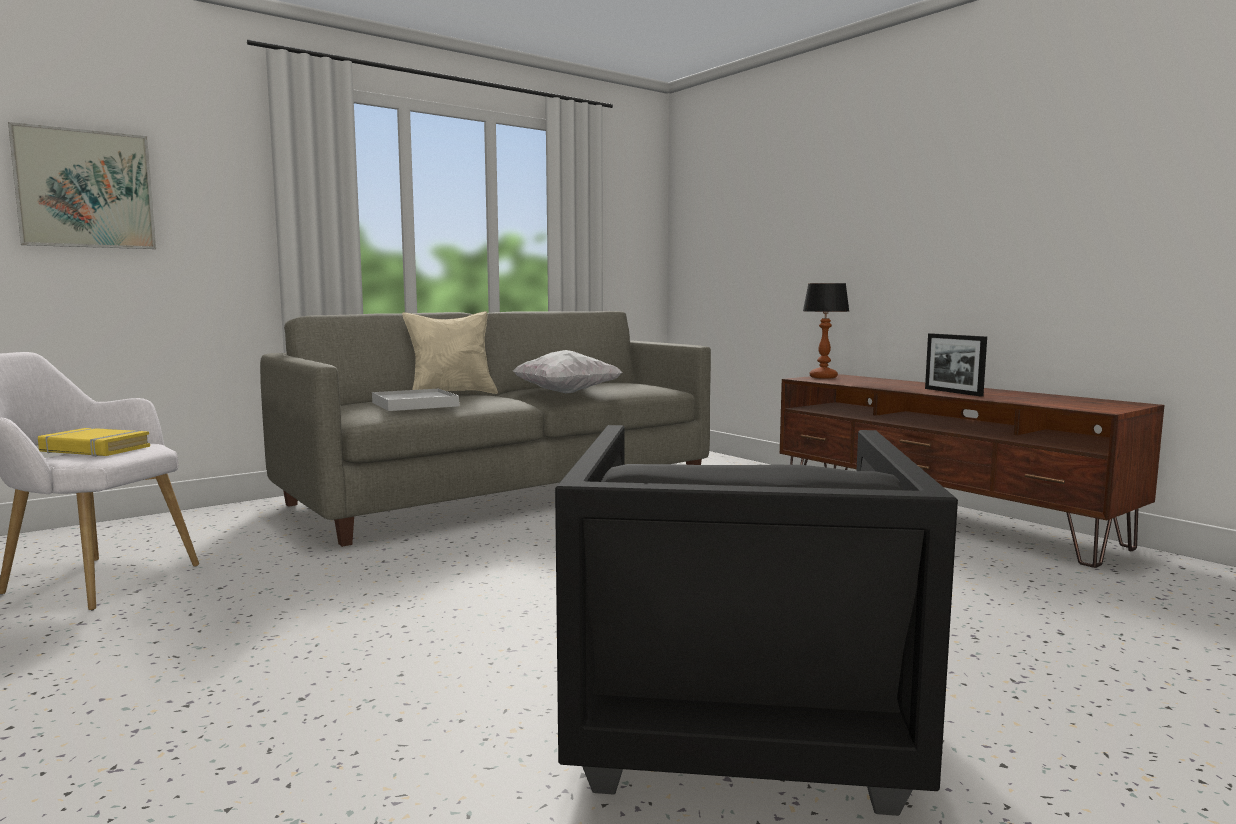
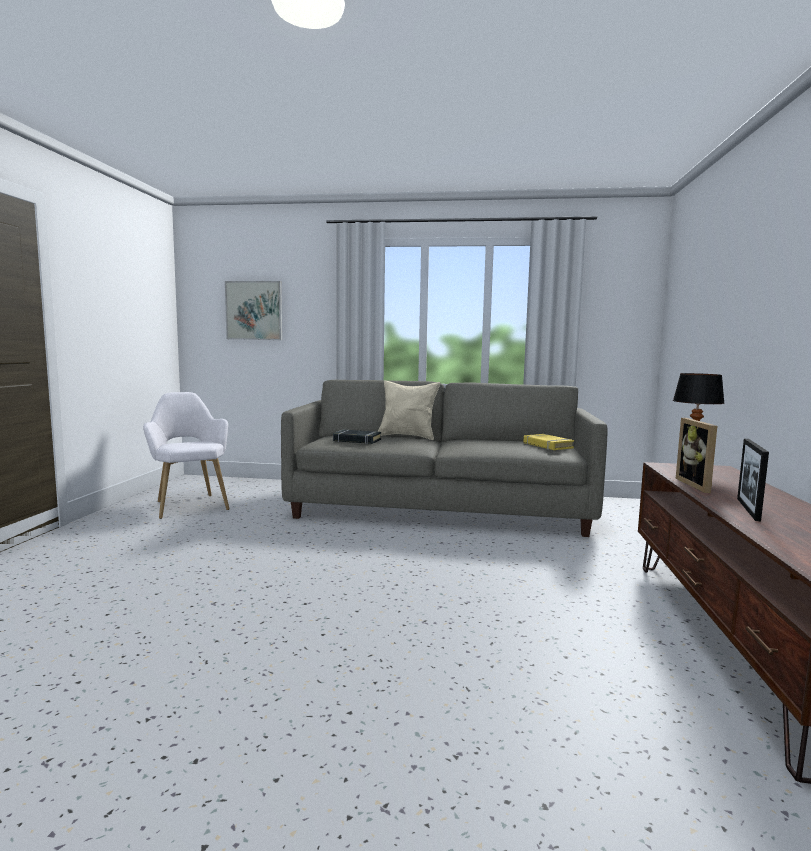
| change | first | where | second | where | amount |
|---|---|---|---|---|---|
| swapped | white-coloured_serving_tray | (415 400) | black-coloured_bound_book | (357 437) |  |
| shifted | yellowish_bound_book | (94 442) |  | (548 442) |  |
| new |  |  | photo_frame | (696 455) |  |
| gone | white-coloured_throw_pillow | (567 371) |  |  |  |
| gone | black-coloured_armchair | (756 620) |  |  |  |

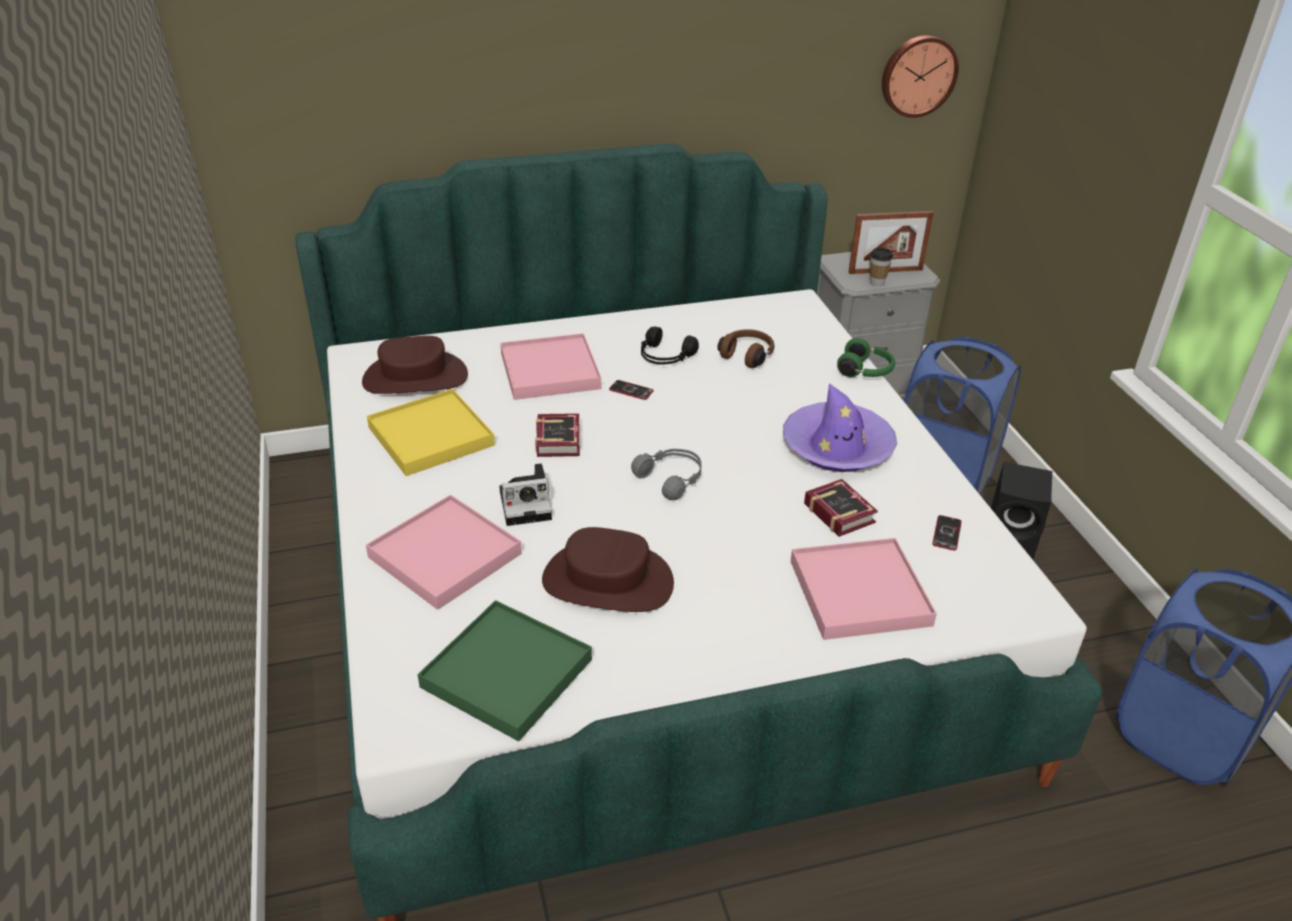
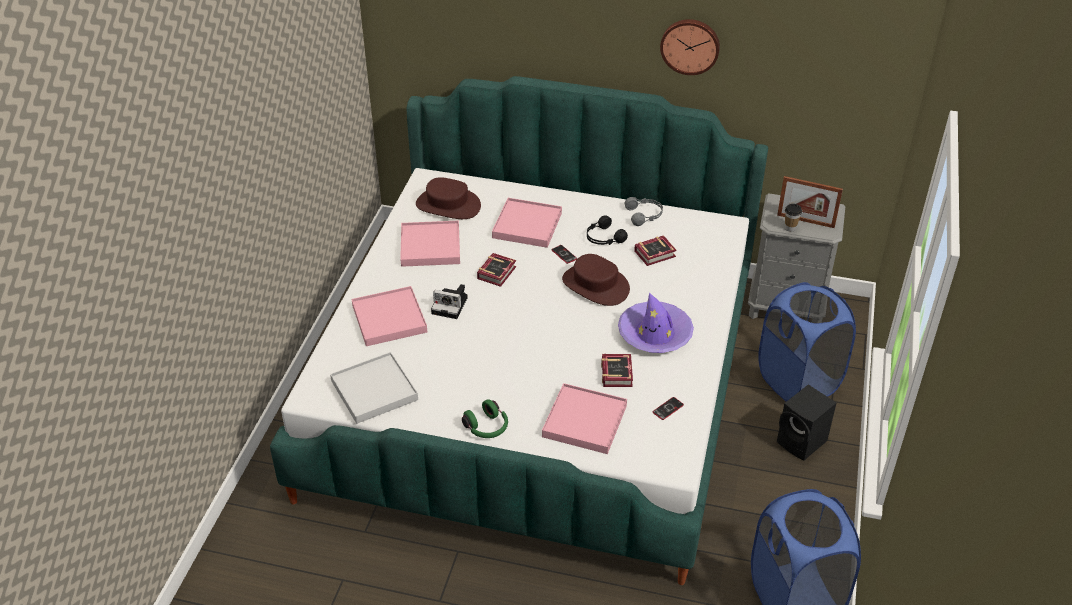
| change | first | where | second | where | amount |
|---|---|---|---|---|---|
| repainted | greenish_serving_tray | (504 670) | white-coloured_serving_tray | (374 388) |  |
| repainted | yellowish_serving_tray | (431 432) | pink-coloured_serving_tray | (430 244) |  |
| shifted | greenish_headphones | (866 357) |  | (485 419) |  |
| shifted | brown_wearable_hat | (608 569) |  | (596 280) |  |
| shifted | greyish_headphones | (666 474) |  | (644 211) |  |
| swapped | brown_headphones | (746 348) | bound_book | (655 250) |  |
| shifted | wall_clock | (920 76) |  | (690 47) |  |

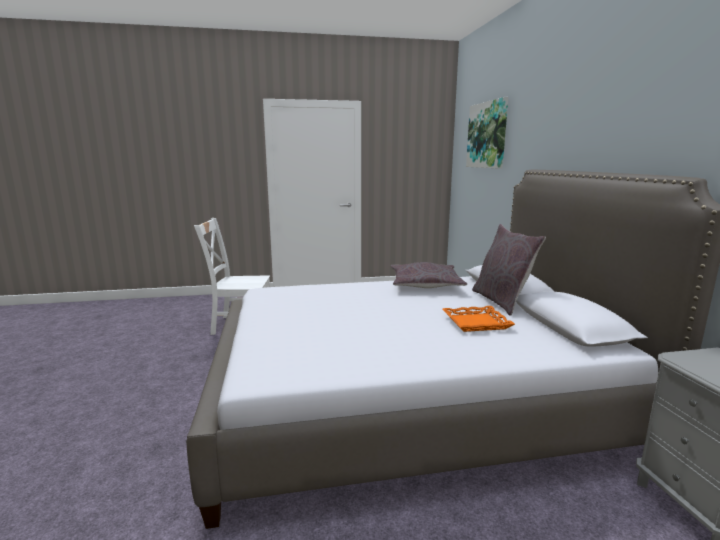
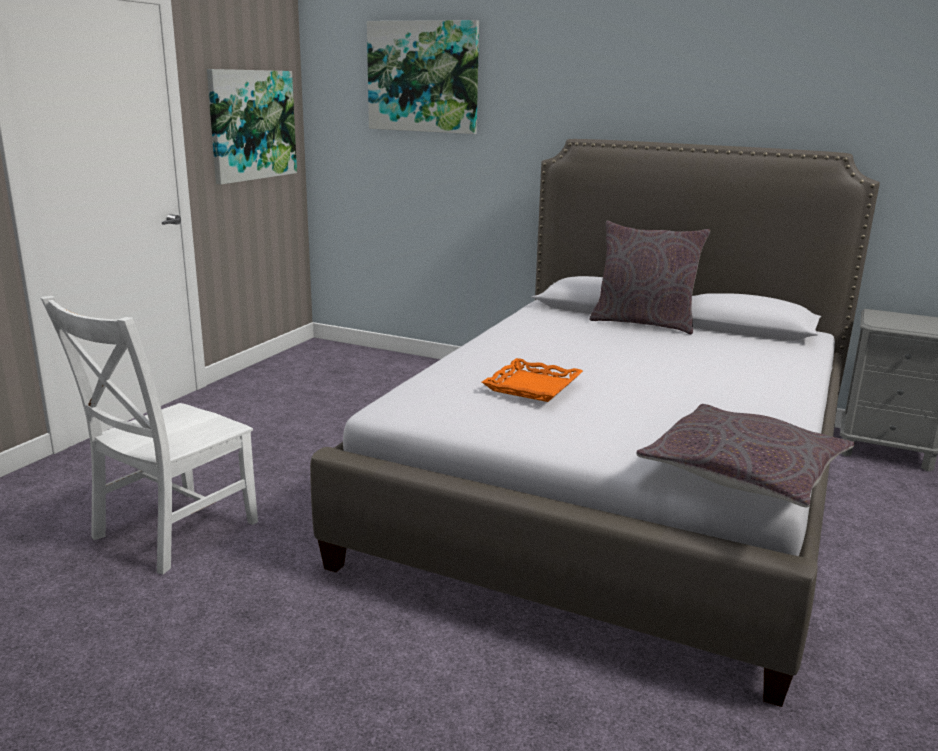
| change | first | where | second | where | amount |
|---|---|---|---|---|---|
| new |  |  | wall_picture | (252 127) |  |
| shifted | orangey_serving_tray | (479 319) |  | (532 380) |  |
| shifted | greyish_throw_pillow | (428 275) |  | (746 456) |  |

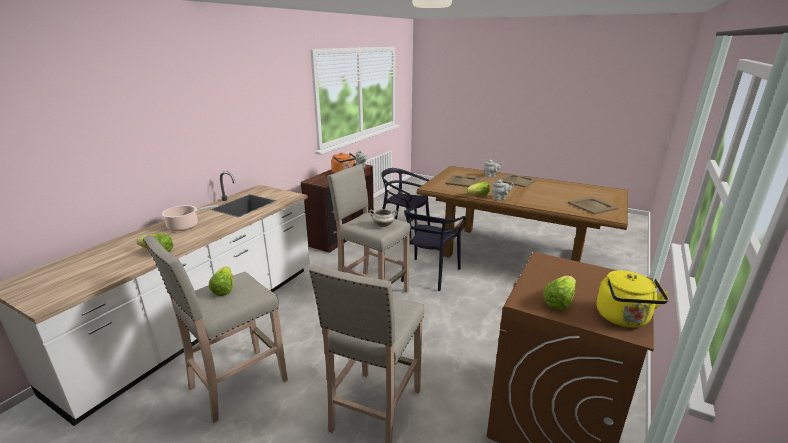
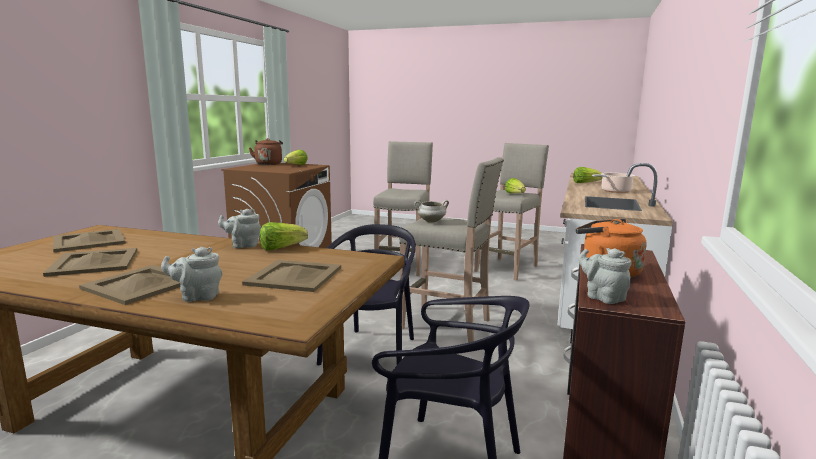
| change | first | where | second | where | amount |
|---|---|---|---|---|---|
| new |  |  | beige-coloured_serving_tray | (90 262) |  |
| repainted | yellowish_tea_kettle | (632 299) | brown_tea_kettle | (266 151) |  |

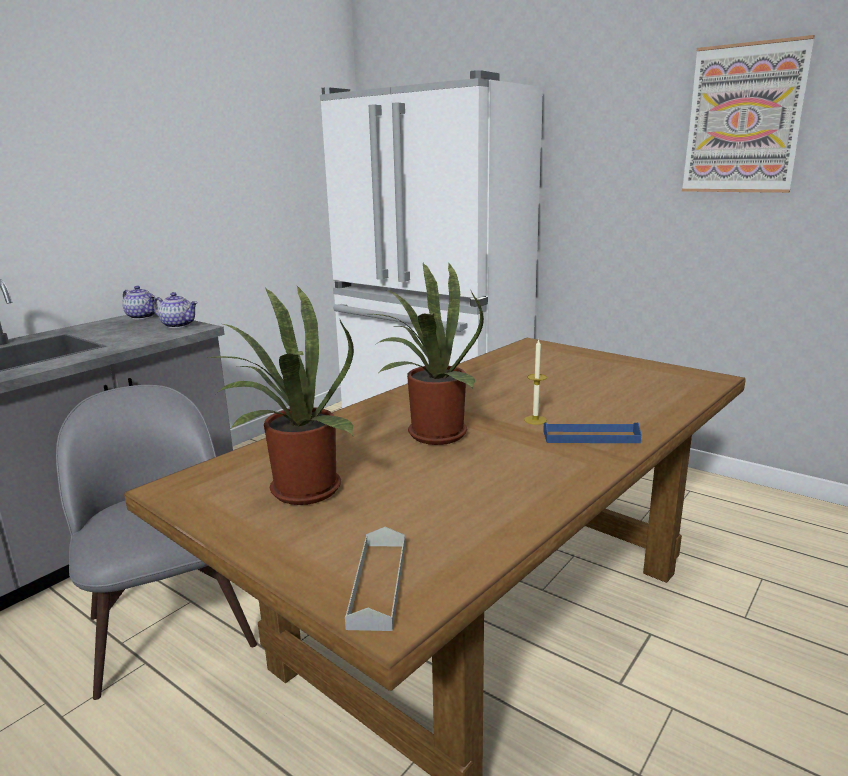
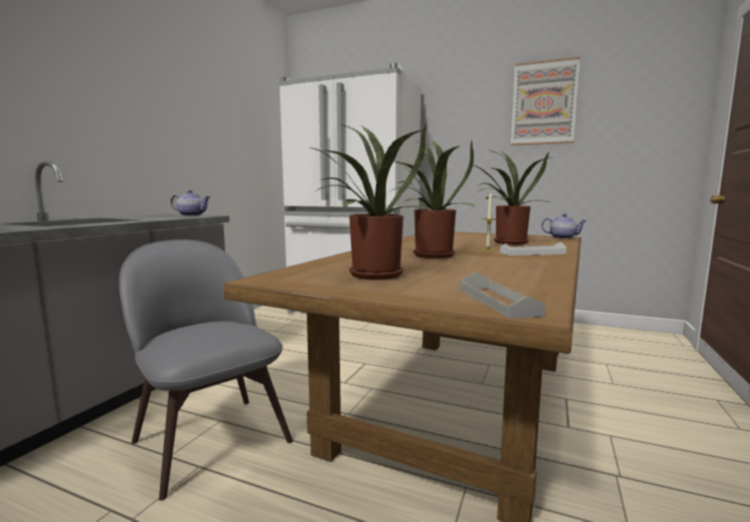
| change | first | where | second | where | amount |
|---|---|---|---|---|---|
| new |  |  | houseplant | (513 197) |  |
| repainted | bluish_serving_tray | (592 432) | white-coloured_serving_tray | (533 249) |  |
| shifted | tea_pot | (140 302) |  | (563 226) |  |

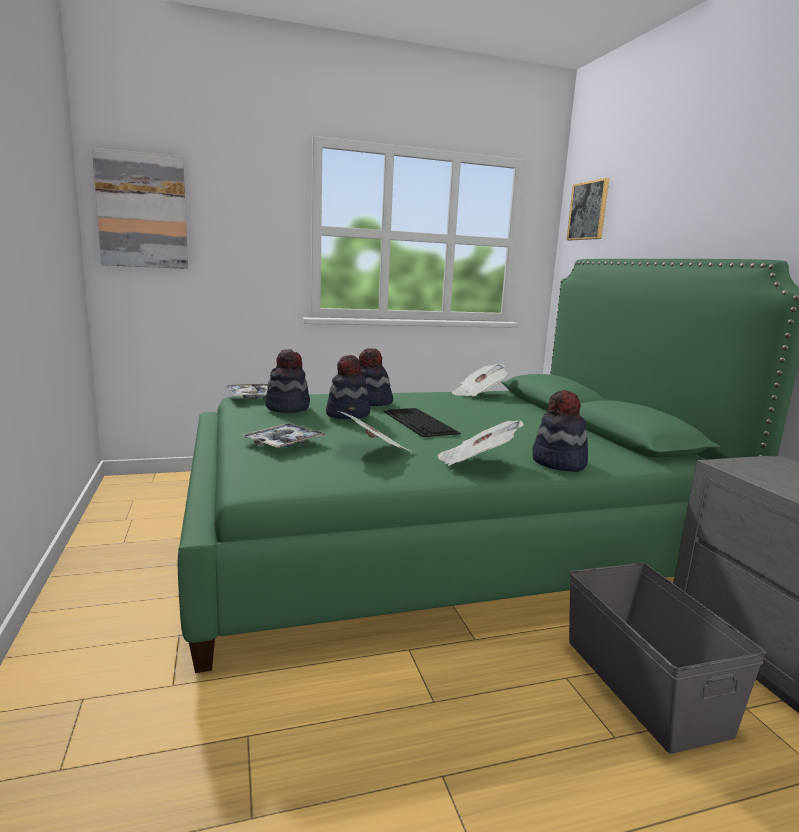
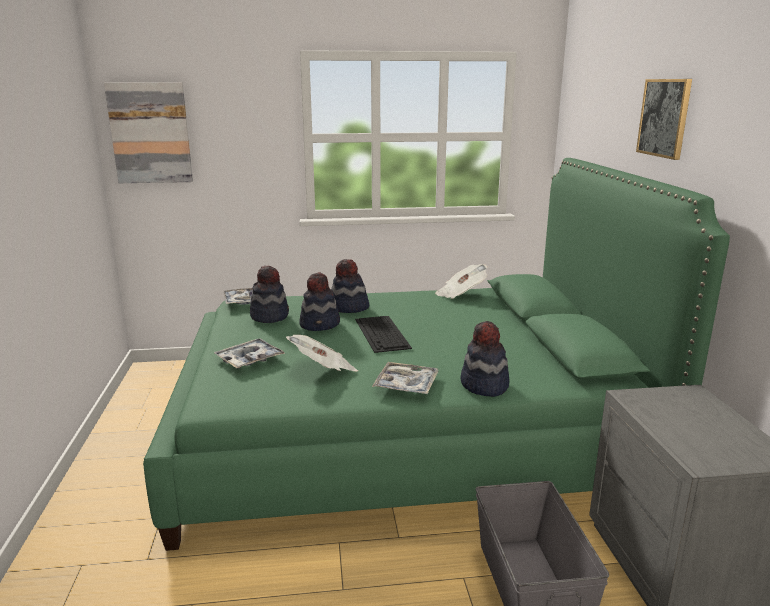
| change | first | where | second | where | amount |
|---|---|---|---|---|---|
| swapped | newspaper | (481 443) | serving_tray | (405 378) |  |
| shifted | wall_picture | (588 209) |  | (664 119) |  |

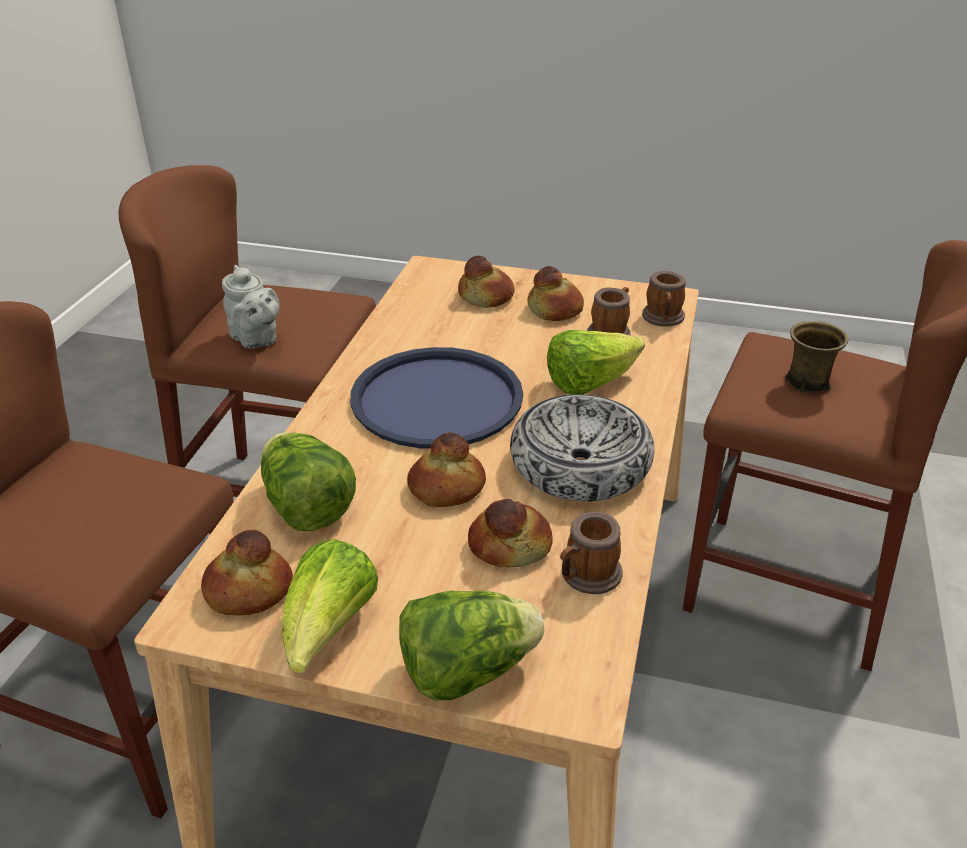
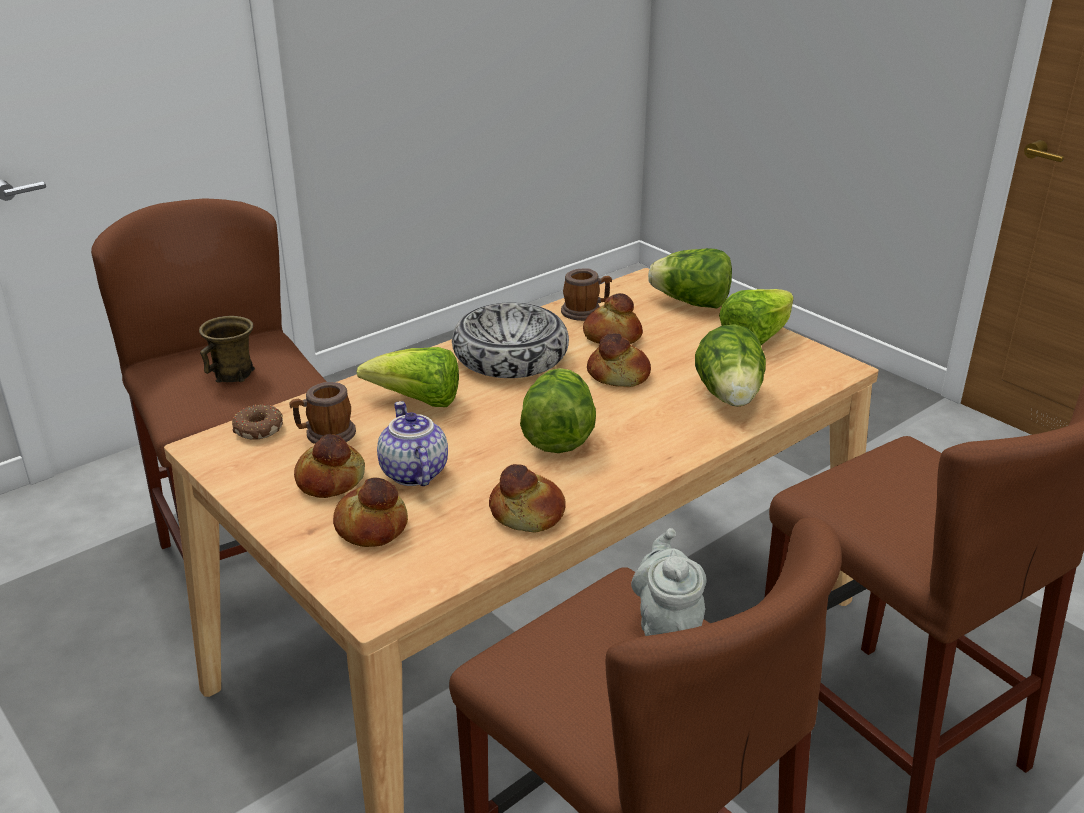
| change | first | where | second | where | amount |
|---|---|---|---|---|---|
| swapped | tea_mug | (664 299) | doughnut | (257 422) |  |
| new |  |  | tea_pot | (412 443) |  |
| shifted | bread | (247 573) |  | (527 498) |  |
| swapped | bluish_serving_tray | (436 398) | head_of_lettuce | (558 410) |  |

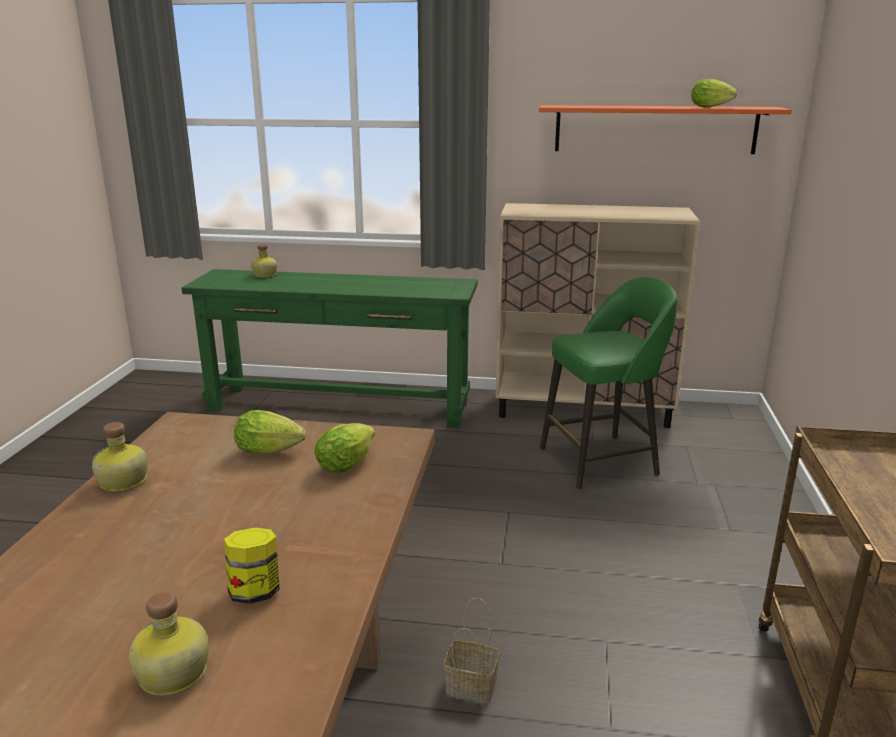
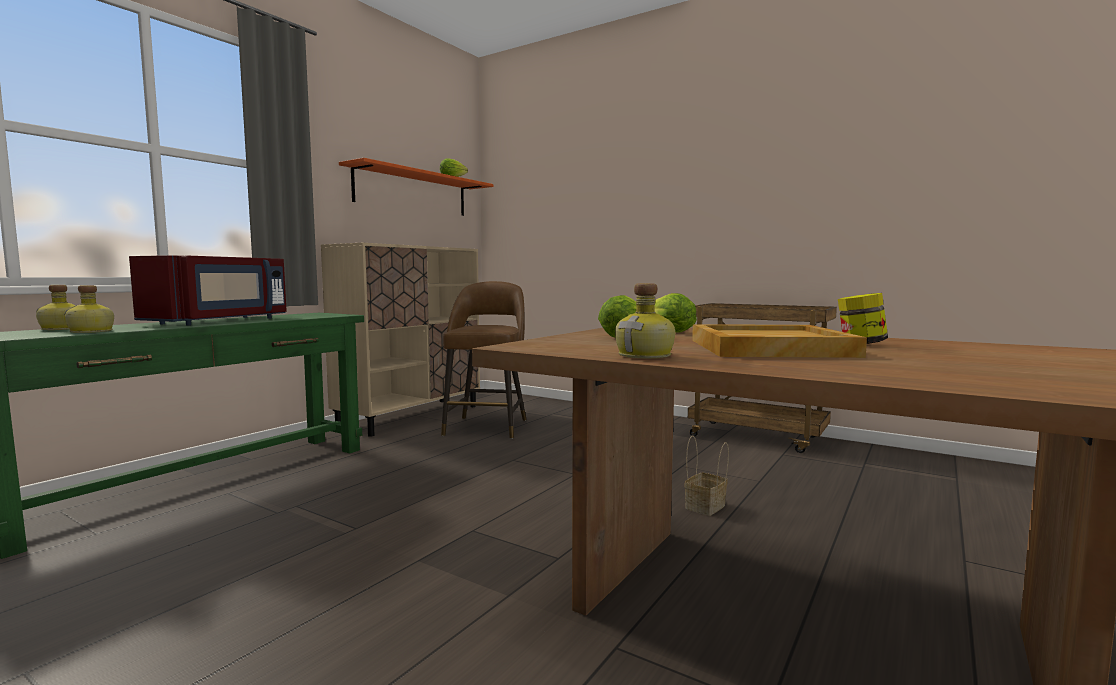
| change | first | where | second | where | amount |
|---|---|---|---|---|---|
| shifted | drink_bottle | (169 644) |  | (89 309) |  |
| new |  |  | red-coloured_microwave | (208 290) |  |
| repainted | greenish_sitting_stool | (608 383) | brown_sitting_stool | (484 360) |  |
| new |  |  | beige-coloured_serving_tray | (779 341) |  |

